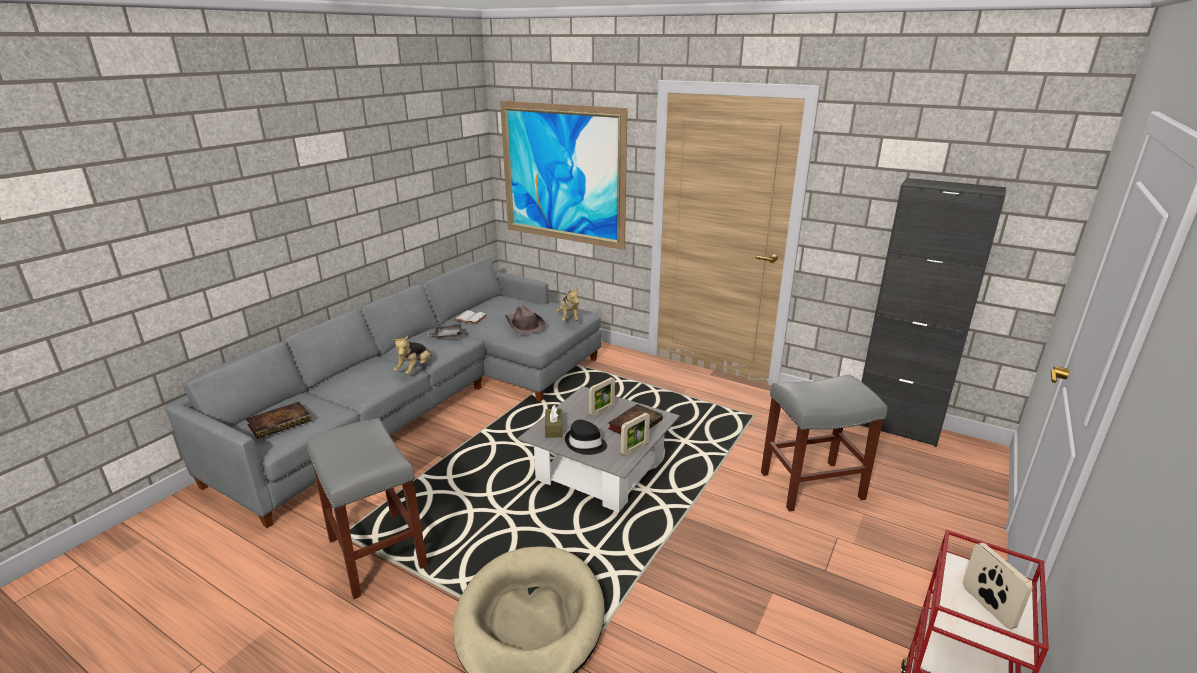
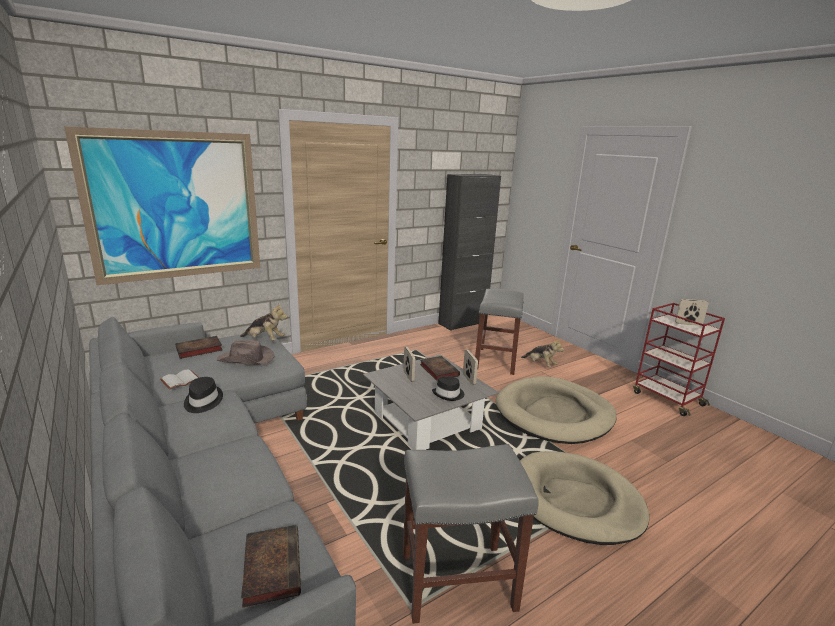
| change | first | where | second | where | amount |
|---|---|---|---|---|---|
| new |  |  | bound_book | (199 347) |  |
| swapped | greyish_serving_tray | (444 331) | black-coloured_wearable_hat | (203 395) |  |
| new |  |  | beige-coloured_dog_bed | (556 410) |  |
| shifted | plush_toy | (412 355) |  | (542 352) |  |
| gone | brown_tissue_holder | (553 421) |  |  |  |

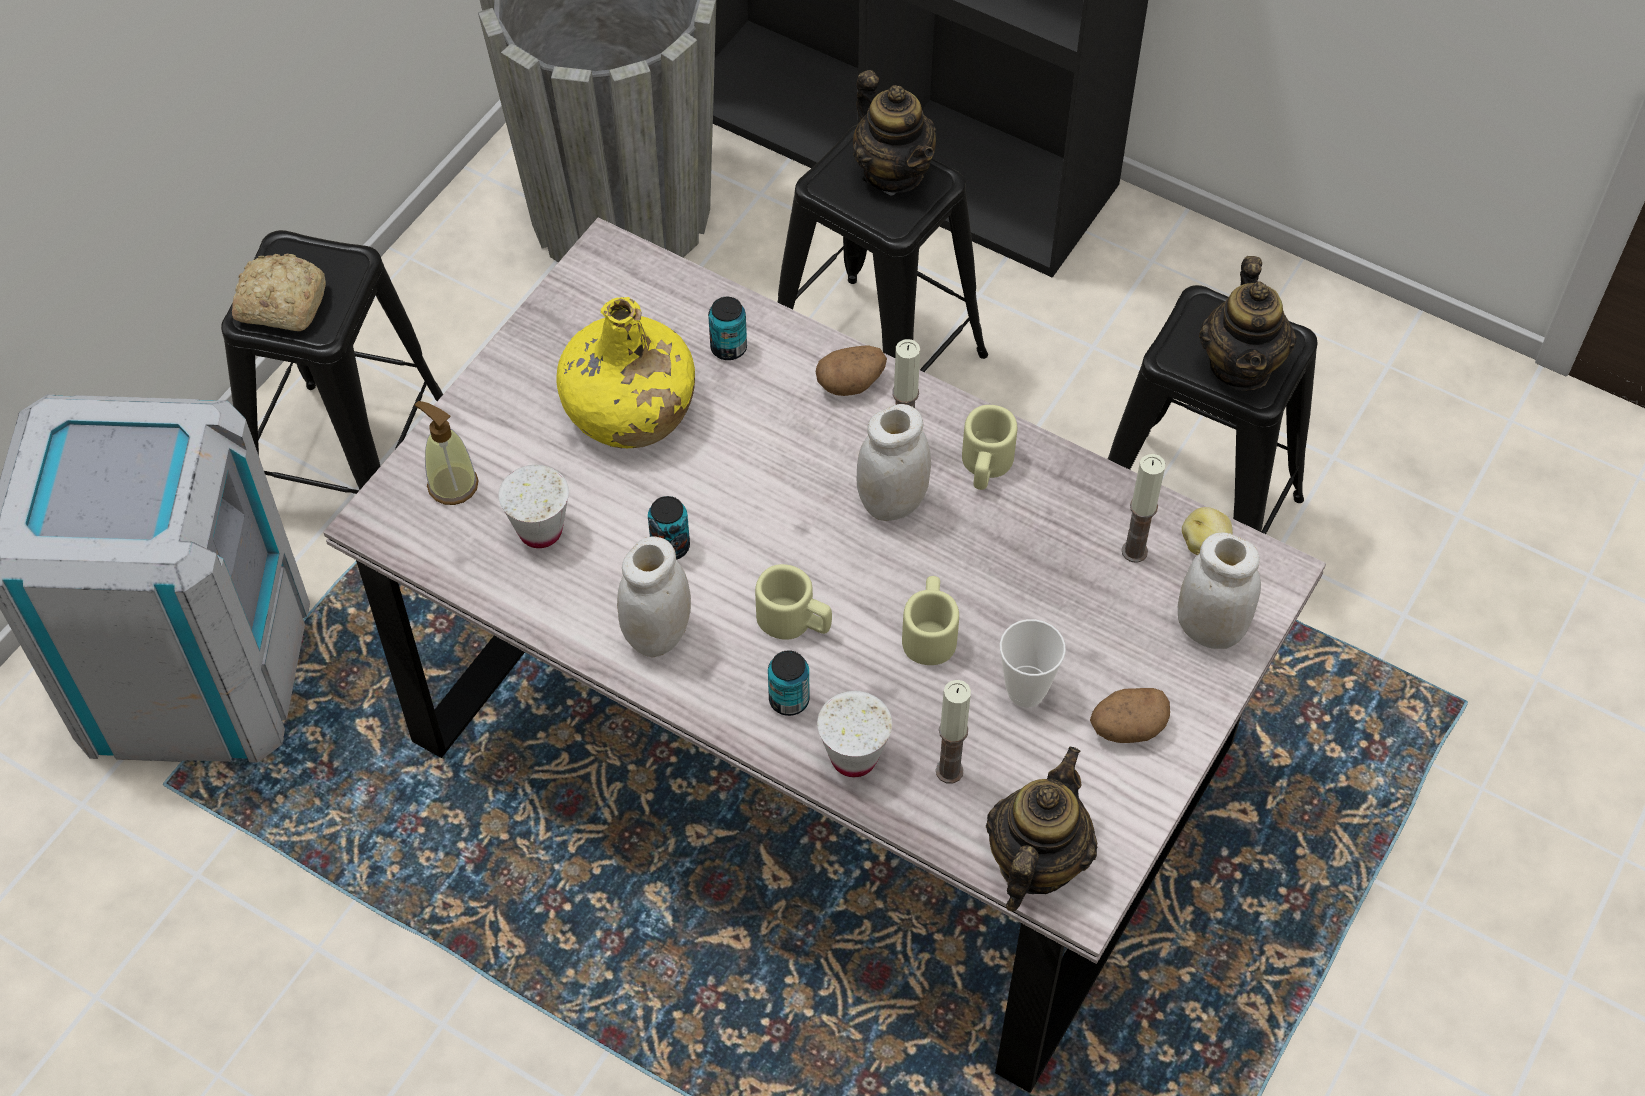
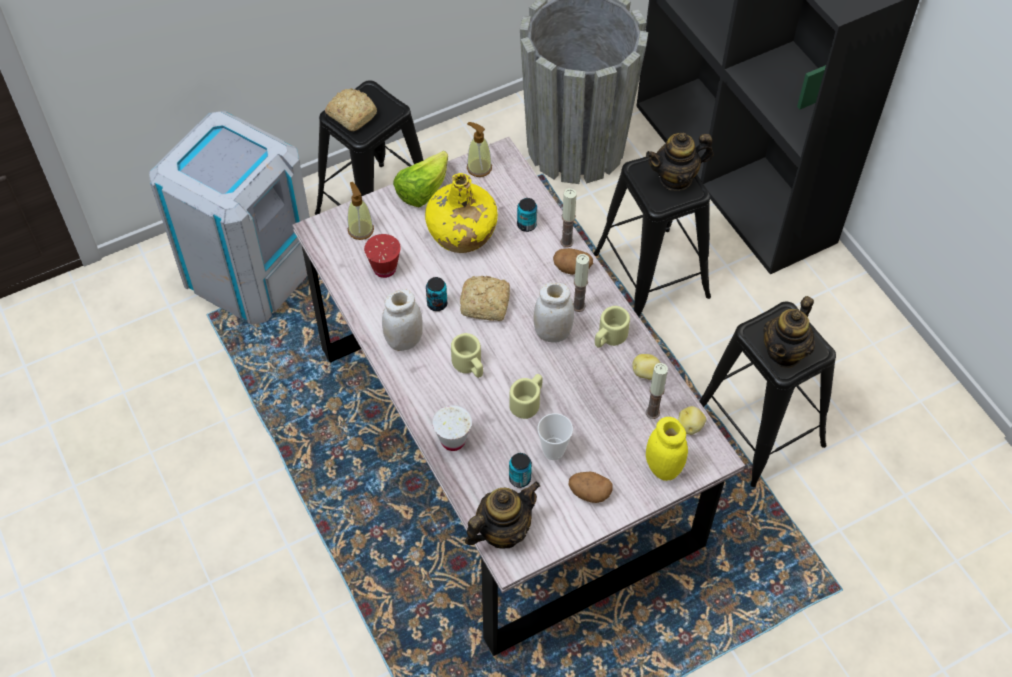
| change | first | where | second | where | amount |
|---|---|---|---|---|---|
| repainted | white-coloured_cup | (533 506) | red-coloured_cup | (382 256) |  |
| new |  |  | head_of_lettuce | (420 179) |  |
| new |  |  | bread | (485 298) |  |
| new |  |  | soap_bottle | (479 149) |  |
| shifted | metal_can | (789 683) |  | (520 470) |  |
| shifted | wax_candle | (953 732) |  | (568 217) |  |
| new |  |  | whole_potato | (646 367) |  |
| rotated | tea_pot | (894 131) |  | (679 161) | 75 degrees clockwise |
| repainted | white-coloured_preserve_jar | (1219 590) | yellowish_preserve_jar | (667 449) |  |

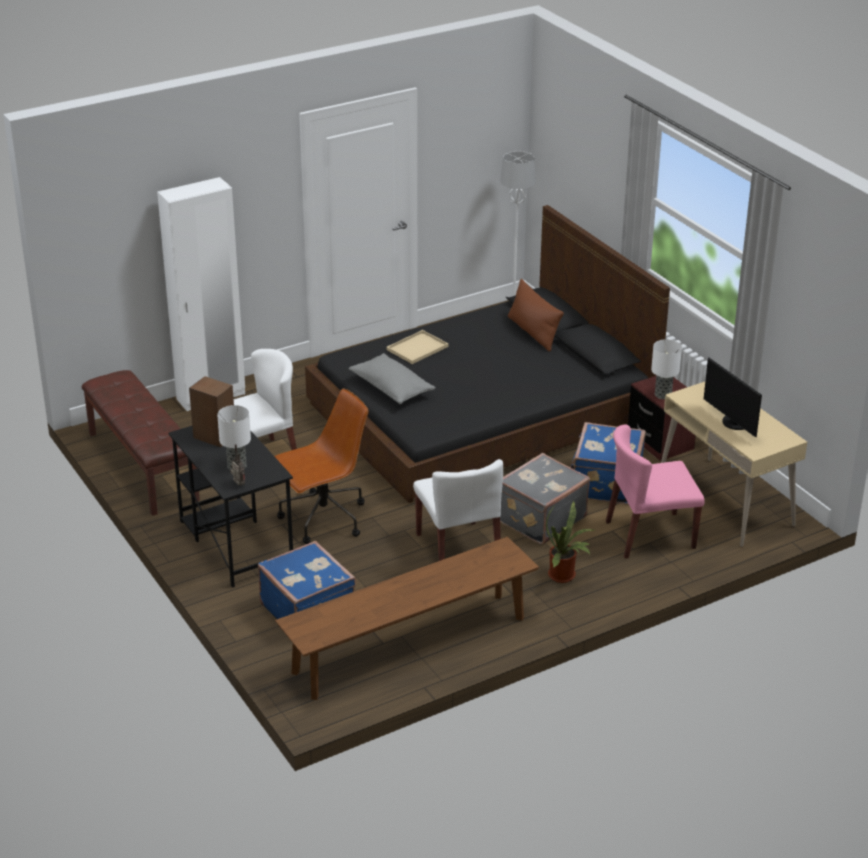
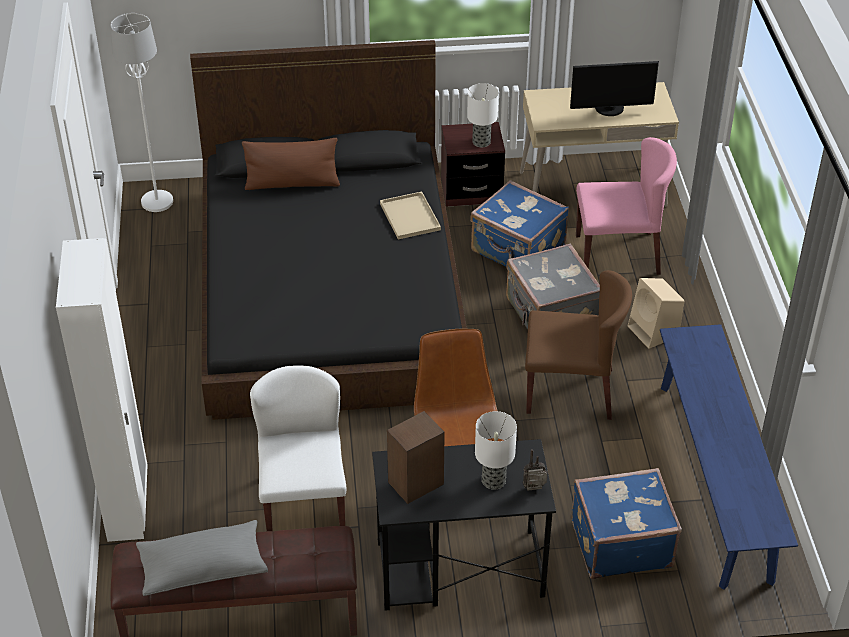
| change | first | where | second | where | amount |
|---|---|---|---|---|---|
| shifted | greyish_throw_pillow | (392 378) |  | (202 558) |  |
| shifted | beige-coloured_serving_tray | (417 347) |  | (410 215) |  |
| repainted | white-coloured_plain_chair | (458 510) | brown_plain_chair | (578 345) |  |
| rotated | pink-coloured_plain_chair | (655 492) |  | (626 206) | 105 degrees counterclockwise |
| swapped | houseplant | (570 542) | beige-coloured_loudspeaker | (656 313) |  |
| repainted | brown_bench | (407 618) | bluish_bench | (729 457) |  |

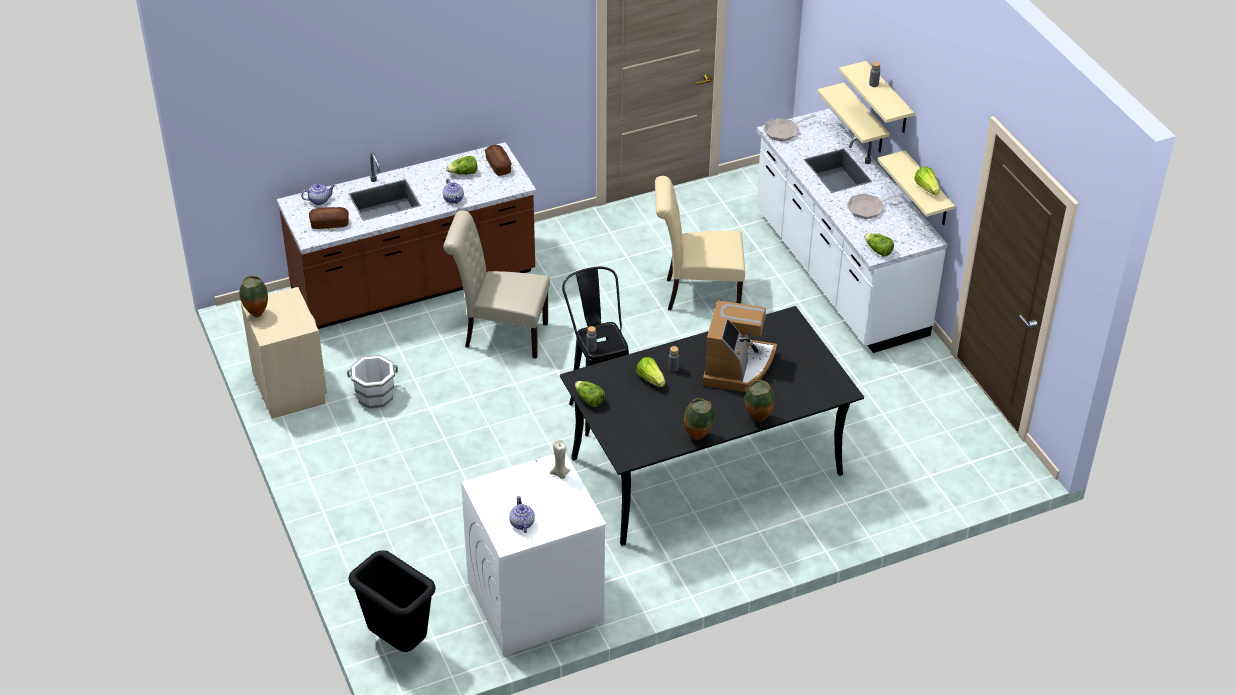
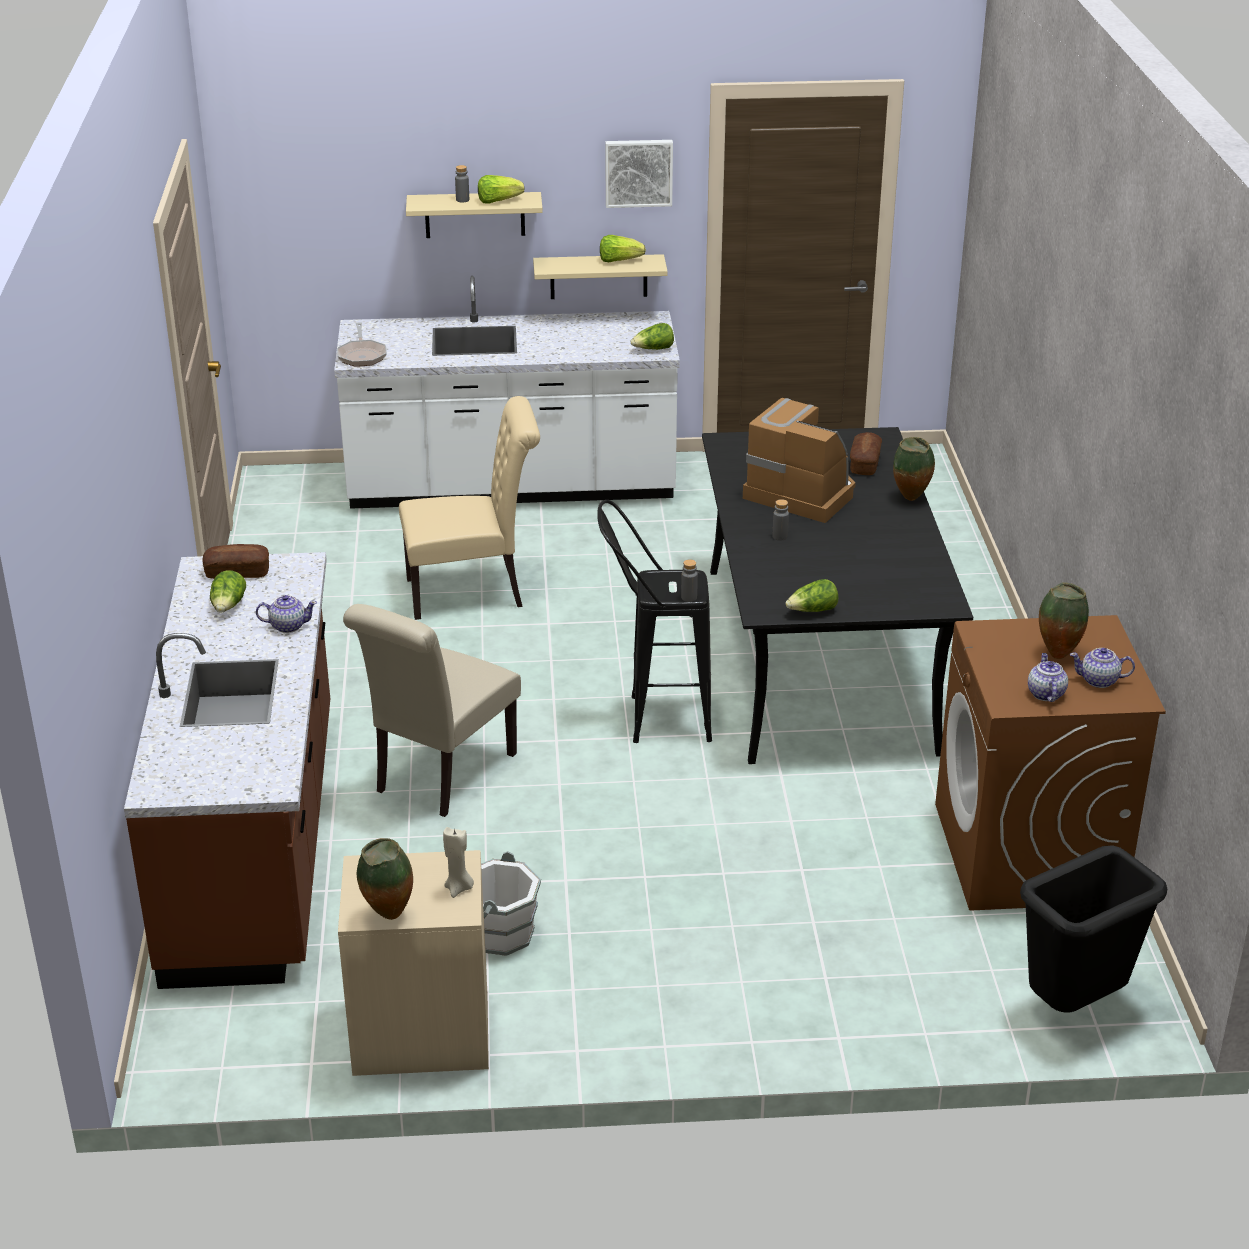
| change | first | where | second | where | amount |
|---|---|---|---|---|---|
| rotated | beige-coloured_plain_chair | (700 243) |  | (469 508) | 120 degrees counterclockwise |
| shifted | beige-coloured_wax_candle | (559 459) |  | (458 862) |  |
| shifted | head_of_lettuce | (650 372) |  | (501 189) |  |
| new |  |  | wall_picture | (639 174) |  |
| shifted | bread | (329 218) |  | (866 453) |  |
| repainted | white-coloured_laundry_machine | (534 555) | brown_laundry_machine | (1050 762) |  |
| shifted | tea_pot | (318 194) |  | (1048 677) |  |
| shifted | decorative_vase | (699 419) |  | (1064 620) |  |
| gone | beige-coloured_wall_shelf | (853 118) |  |  |  |
| gone | frying_pan | (876 206) |  |  |  |

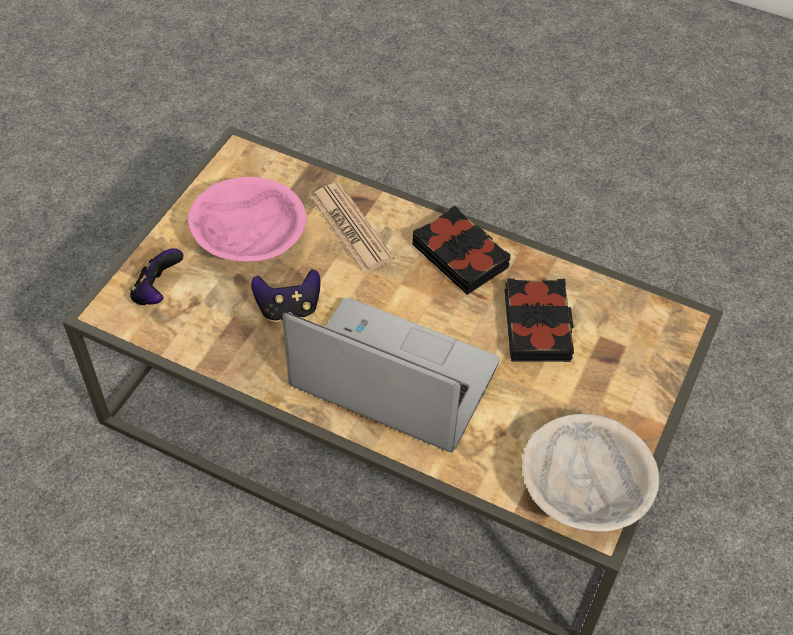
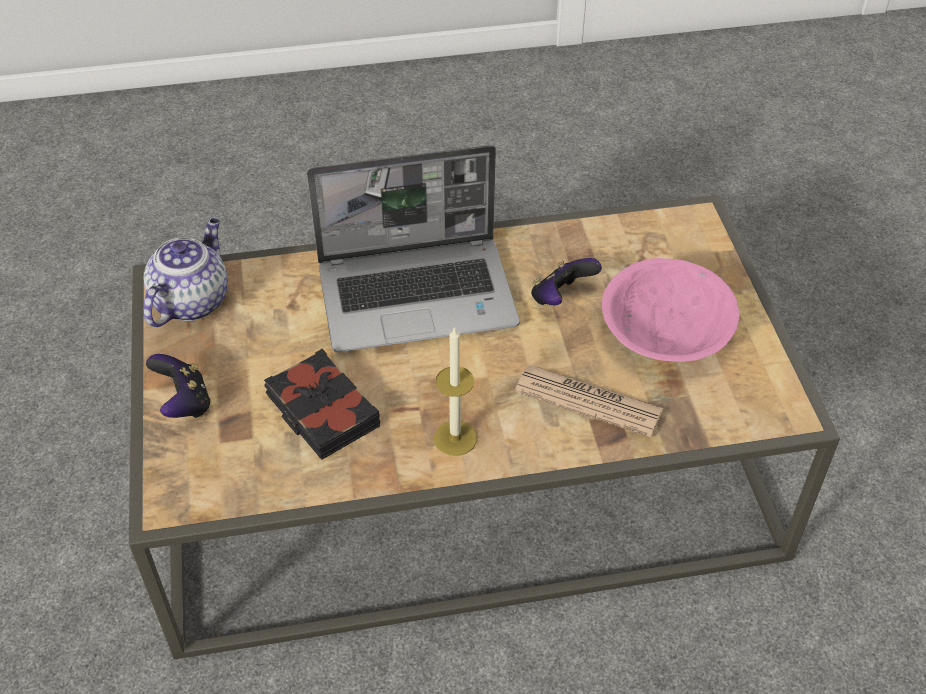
| change | first | where | second | where | amount |
|---|---|---|---|---|---|
| swapped | beige-coloured_serving_bowl | (590 472) | tea_pot | (185 272) |  |
| shifted | game_controller | (156 276) |  | (178 386) |  |
| swapped | black-coloured_bound_book | (461 250) | wax_candle | (455 391) |  |

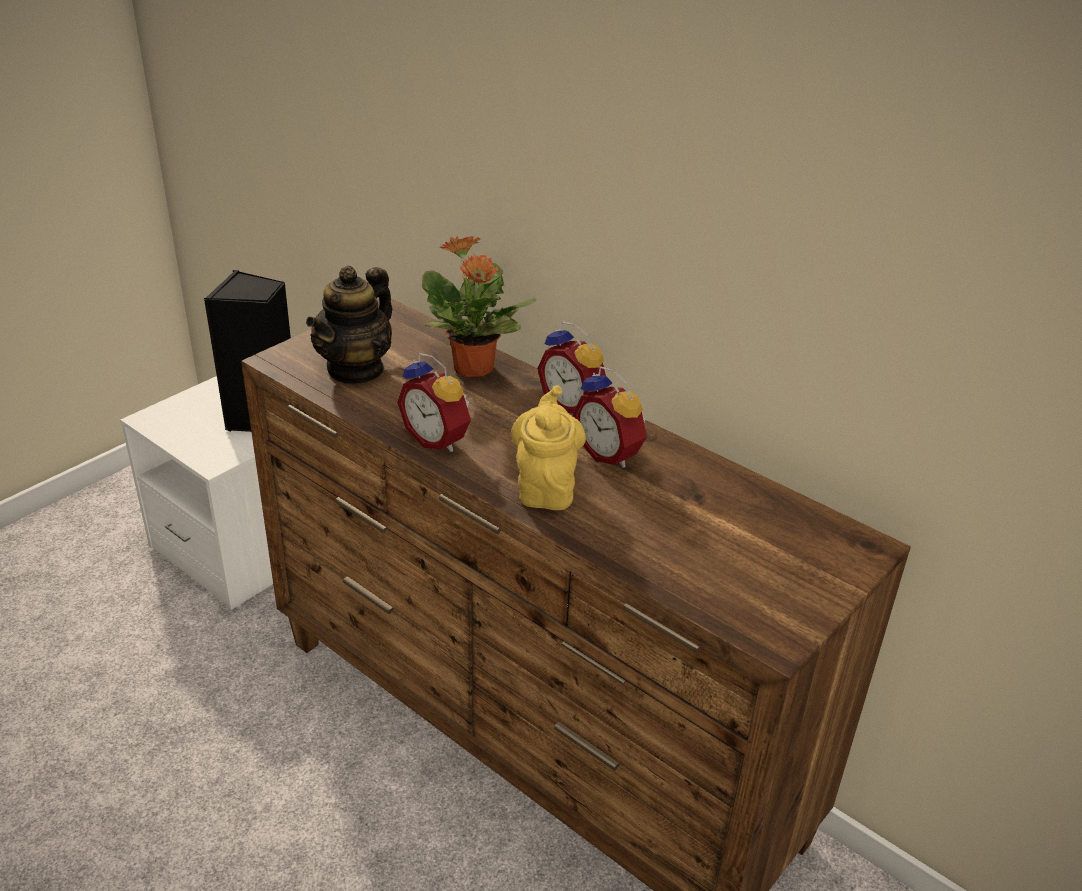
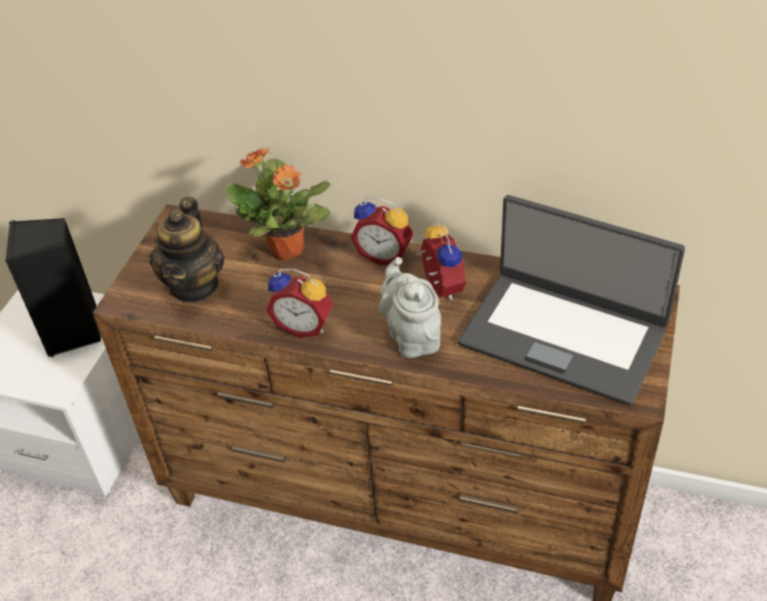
| change | first | where | second | where | amount |
|---|---|---|---|---|---|
| repainted | yellowish_tea_pot | (548 447) | greyish_tea_pot | (410 307) |  |
| rotated | bedside_clock | (610 417) |  | (441 260) | 135 degrees counterclockwise |
| new |  |  | laptop | (571 300) |  |

